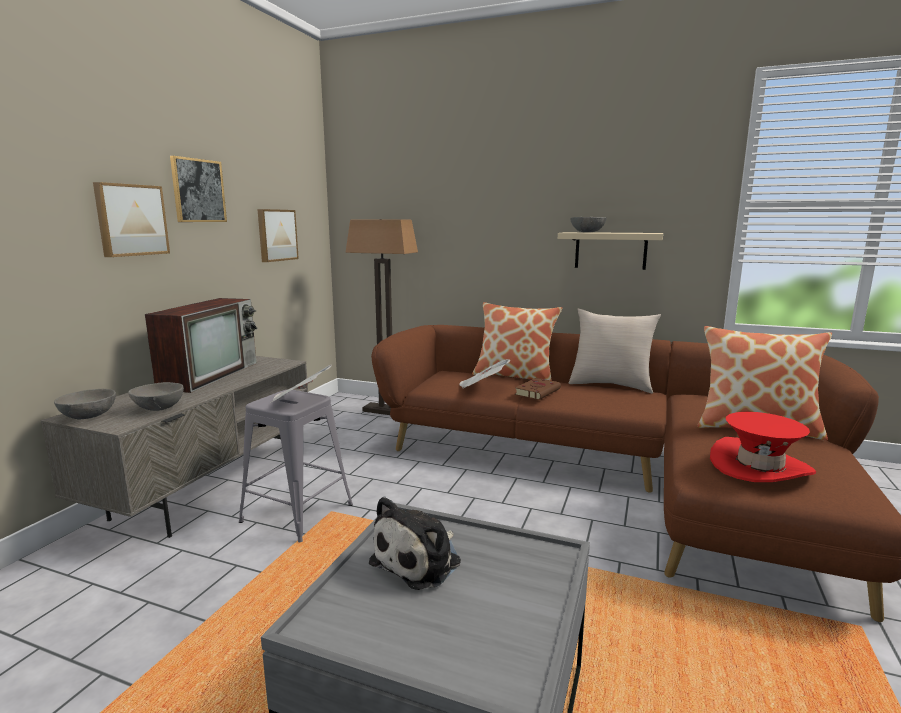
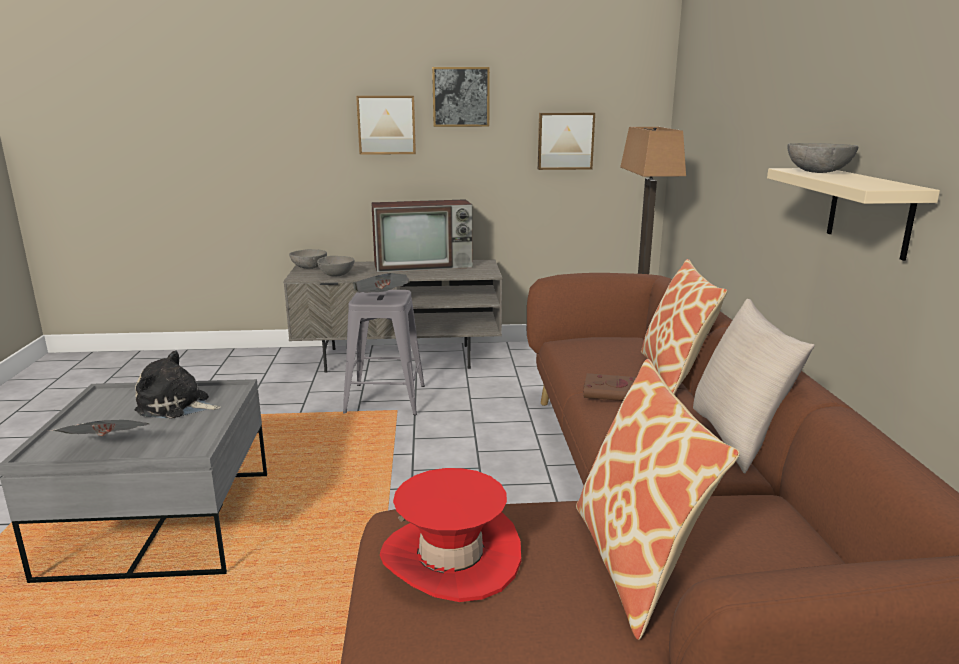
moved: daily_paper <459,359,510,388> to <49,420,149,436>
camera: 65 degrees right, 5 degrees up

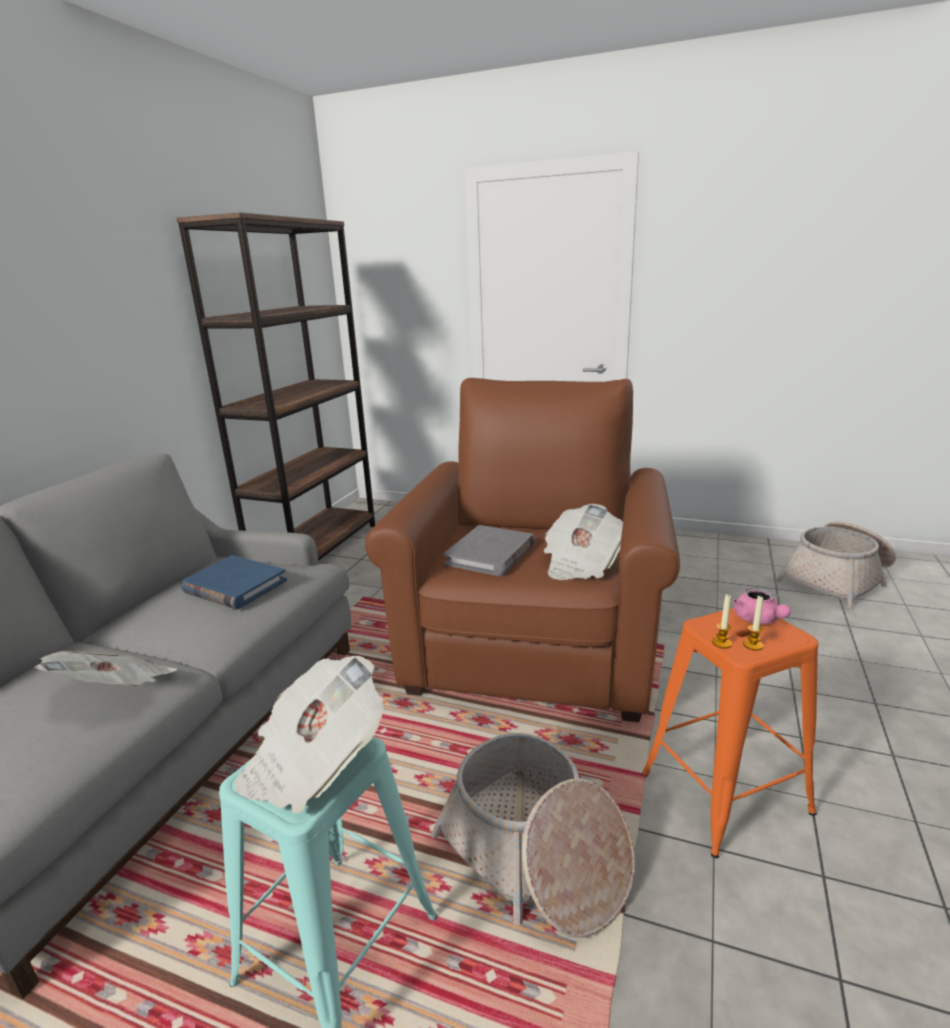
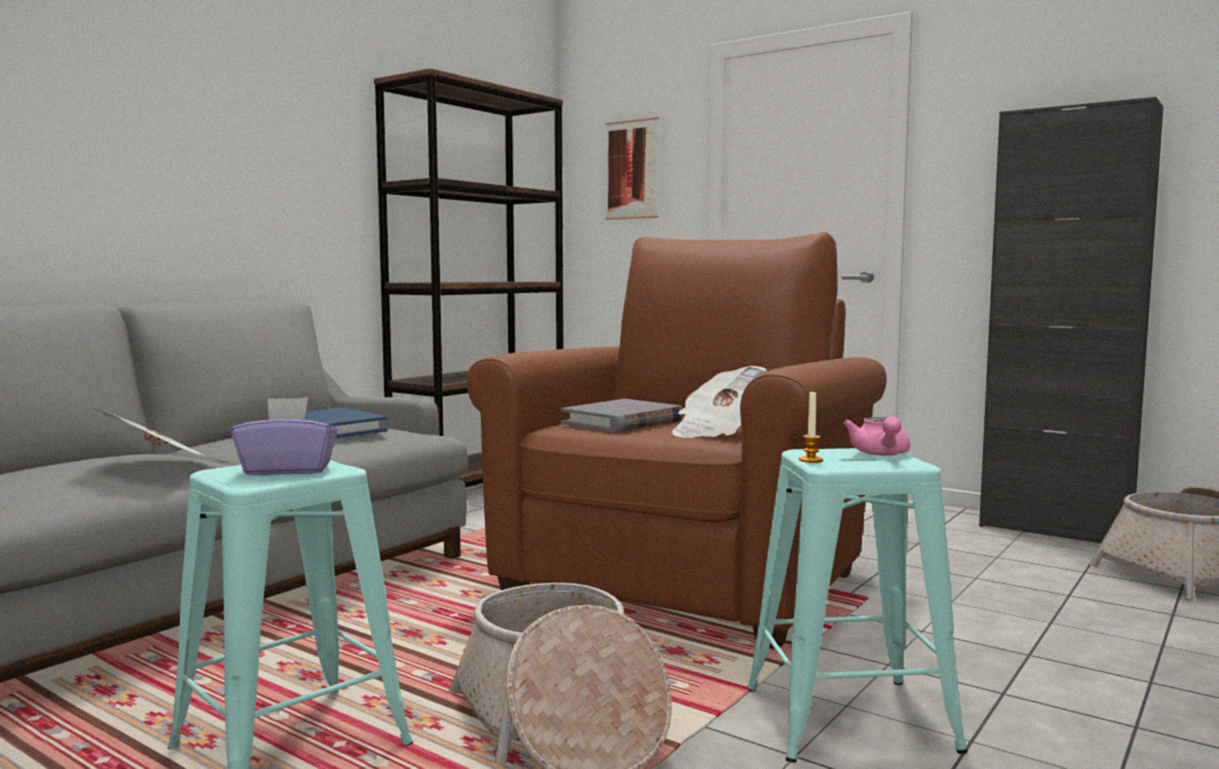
removed: wax_light <743,596,764,651>
added: wall_picture <606,117,659,220>; black-coloured_cupboard <979,97,1163,543>
replaced: daily_paper <235,656,384,814> to purple_tissue_box <231,397,338,475>
recoloured: orangey_stool_seat <642,608,818,858> to blue-green_stool_seat <747,448,968,763>
camera: 15 degrees right, 15 degrees down

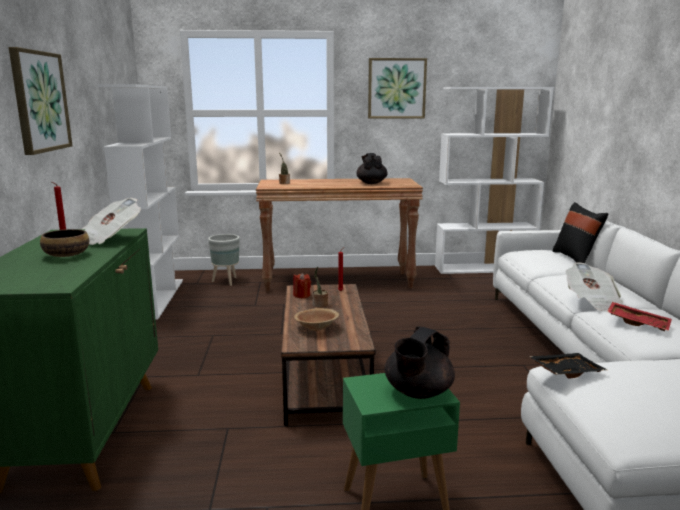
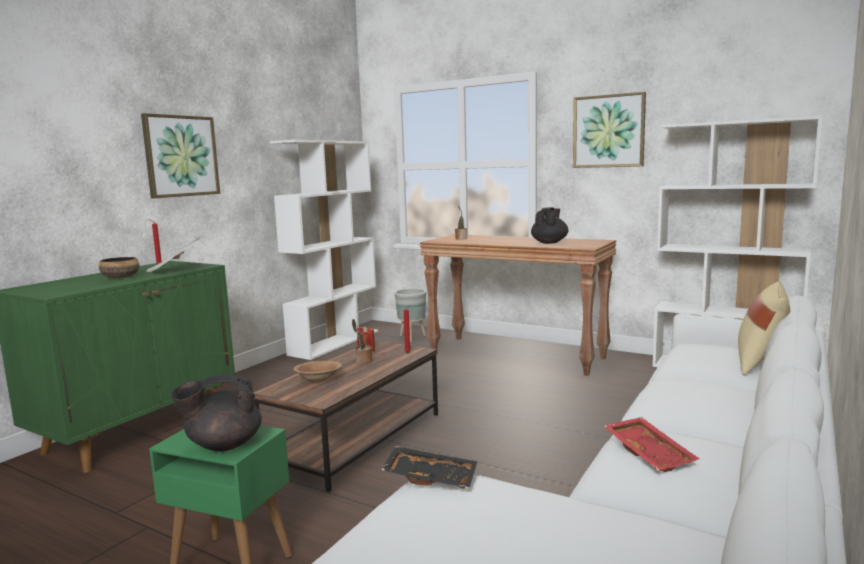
removed: daily_paper <565,262,623,311>
recoloured: black-coloured_pillow <553,202,608,263> to beige_pillow <738,282,790,375>
camera: 35 degrees right, 5 degrees down

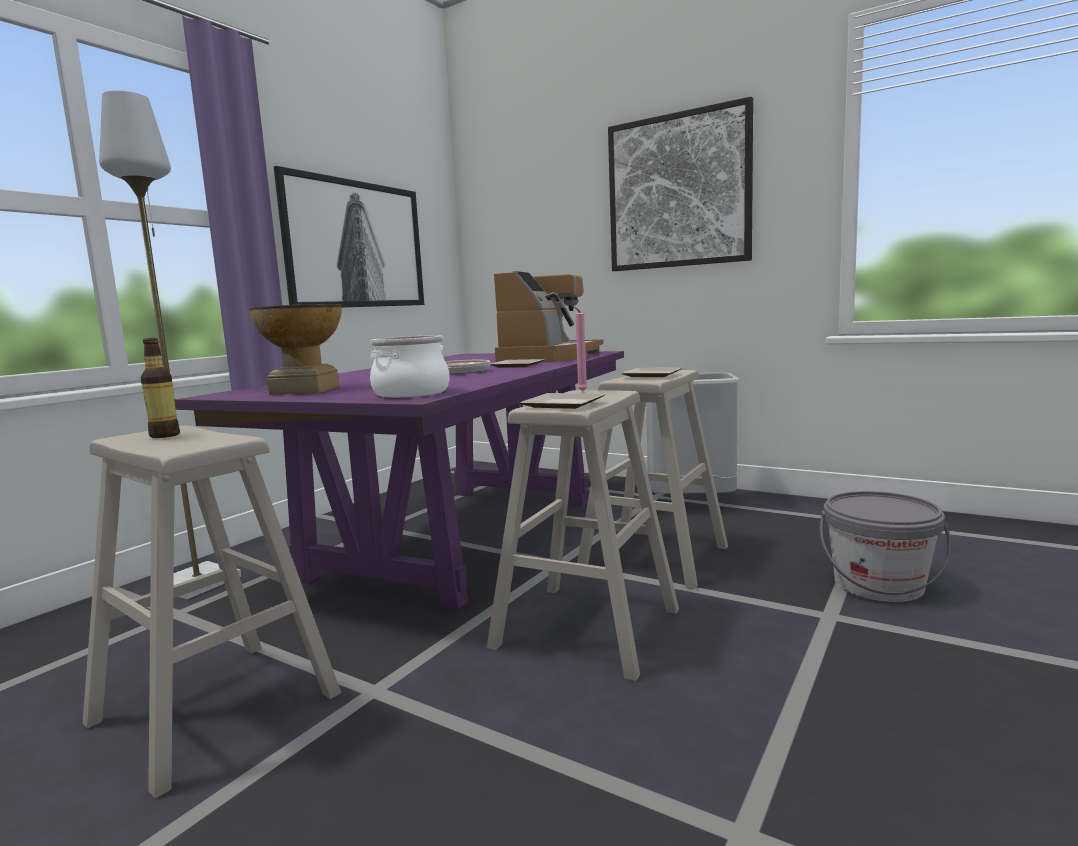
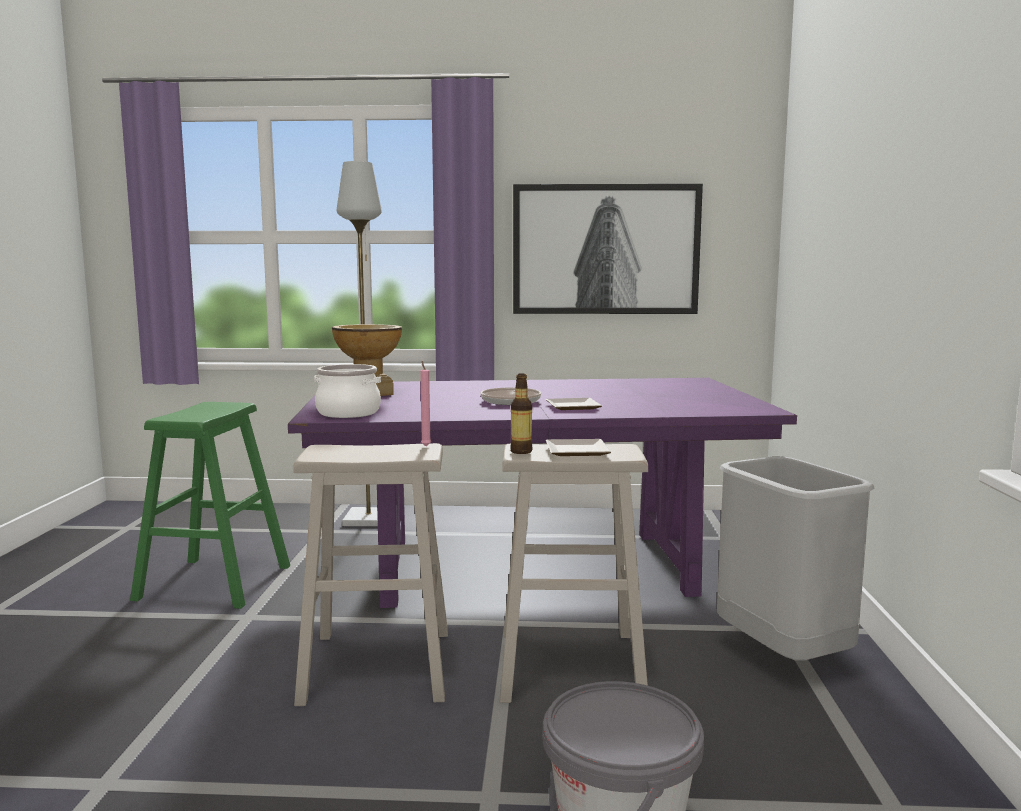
removed: coffee_brewer <494,271,604,362>; dinner_plate <520,393,605,409>; wall_picture <608,97,753,271>
moved: bottle <140,338,180,438> to <510,373,532,454>
recoloured: beige_stool_seat <83,426,341,799> to green-coloured_stool_seat <130,402,290,609>
camera: 60 degrees right, 0 degrees up

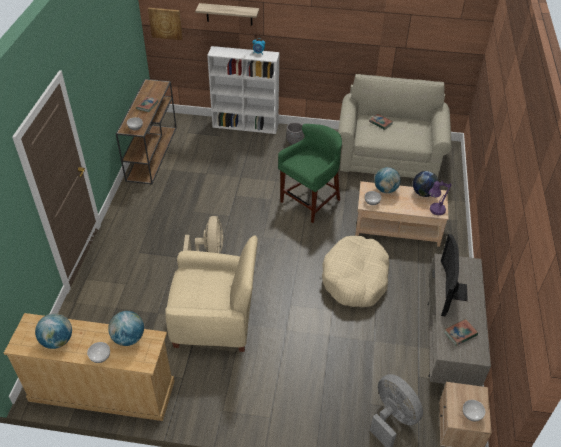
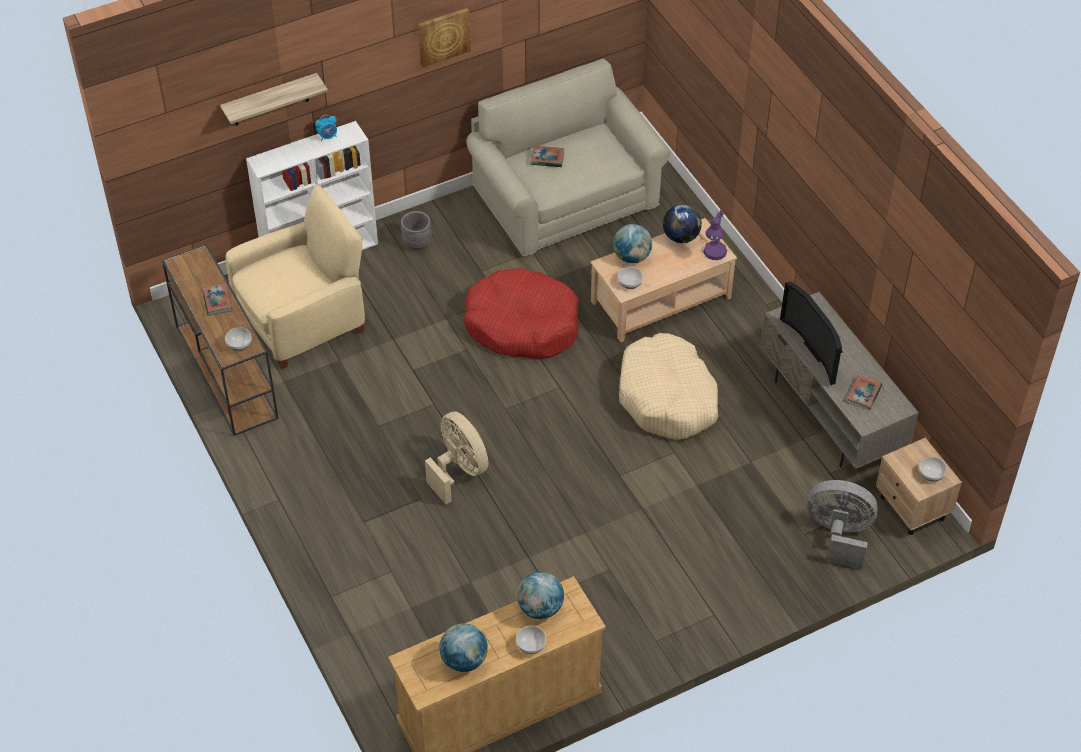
moved: beige_lounge_chair <165,236,258,352> to <226,185,365,369>; wall_picture <148,8,183,40> to <418,8,470,67>
replaced: green-coloured_stool_seat <278,124,342,223> to reddish_dog_bed <464,268,578,359>
camera: 35 degrees left, 5 degrees up

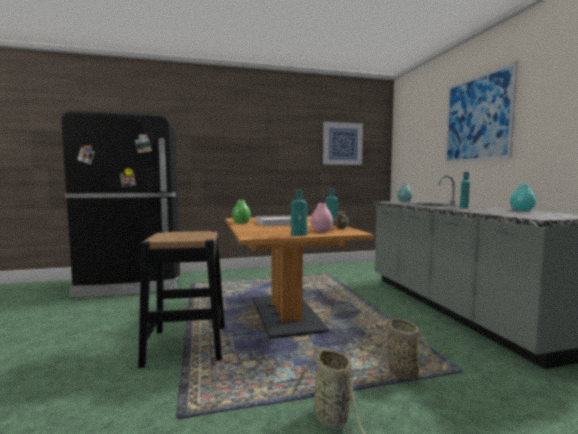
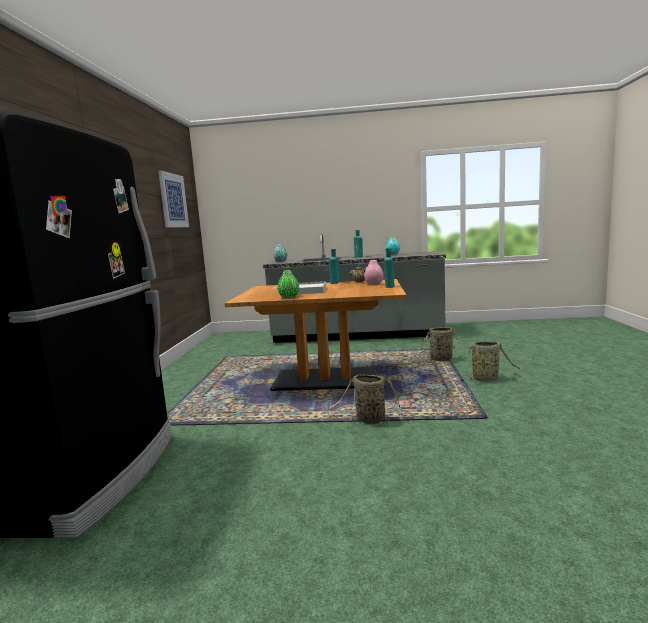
removed: wall_picture <445,61,518,163>
replaced: black-coloured_stool_seat <138,231,225,367> to basket <327,374,403,424>
camera: 70 degrees left, 5 degrees up

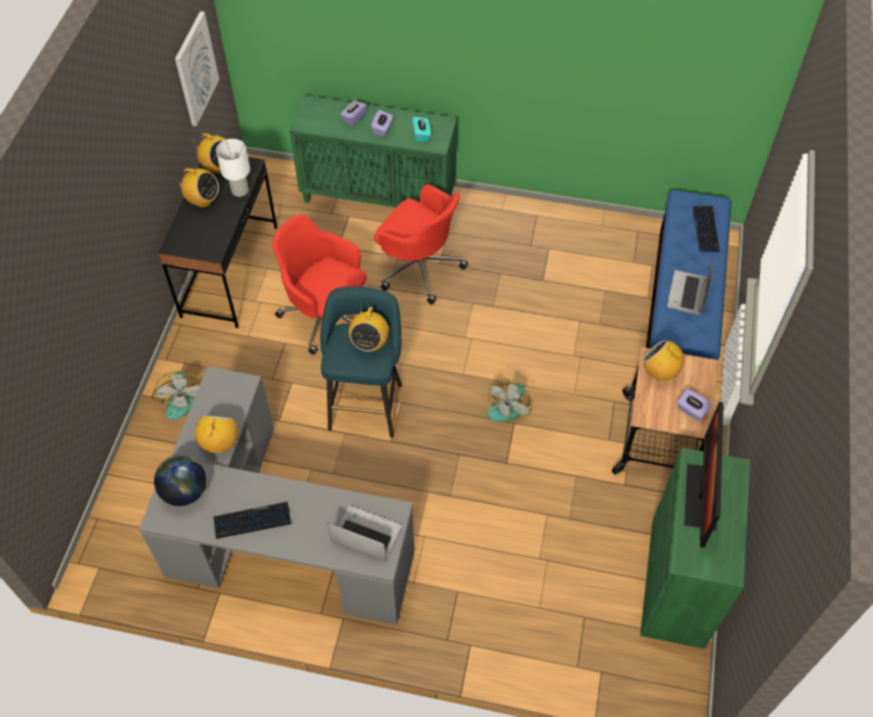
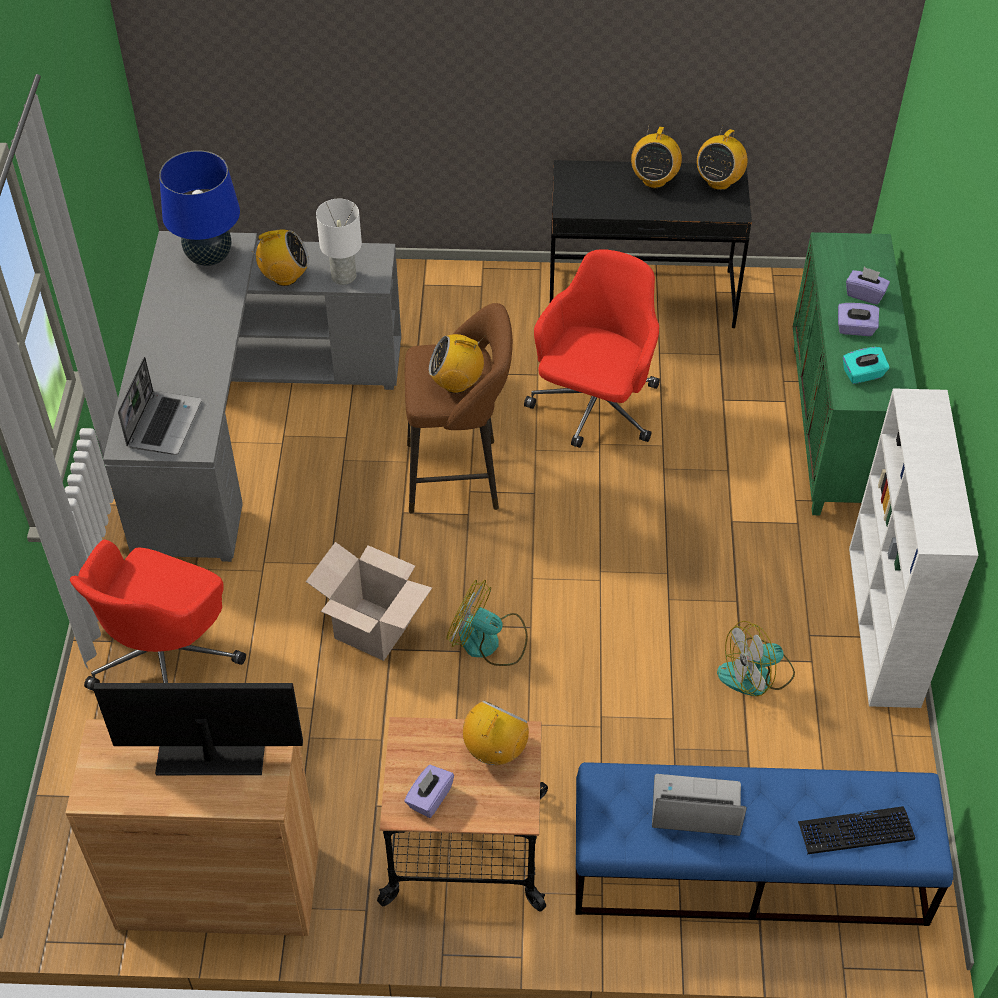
removed: wall_picture <175,11,219,126>; PC_keyboard <214,501,291,539>
added: cardboard_box <306,542,432,661>; whitish_bookshelf <849,388,978,708>
moved: reddish_office_chair <374,184,468,304> to <70,540,246,691>; whitish_tabletop_lamp <216,139,250,197> to <316,199,362,285>; fan <152,371,201,420> to <717,621,795,696>
replaced: globe <154,455,206,506> to blue-coloured_tabletop_lamp <159,150,240,266>
recoloured: green-coloured_cupboard <640,447,750,649> to brownish_cupboard <66,719,319,936>; blue-green_stool_seat <320,286,402,438> to brownish_stool_seat <405,303,513,514>
camera: 80 degrees right, 5 degrees down

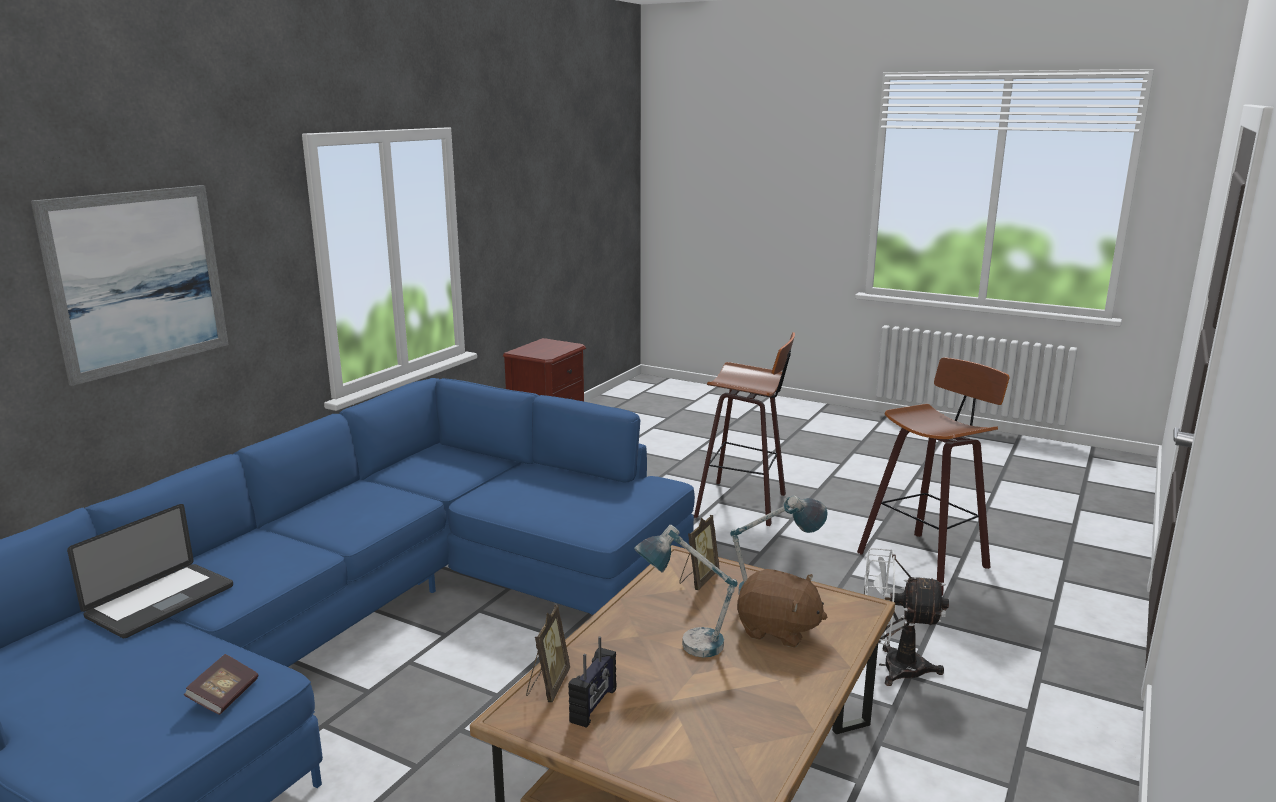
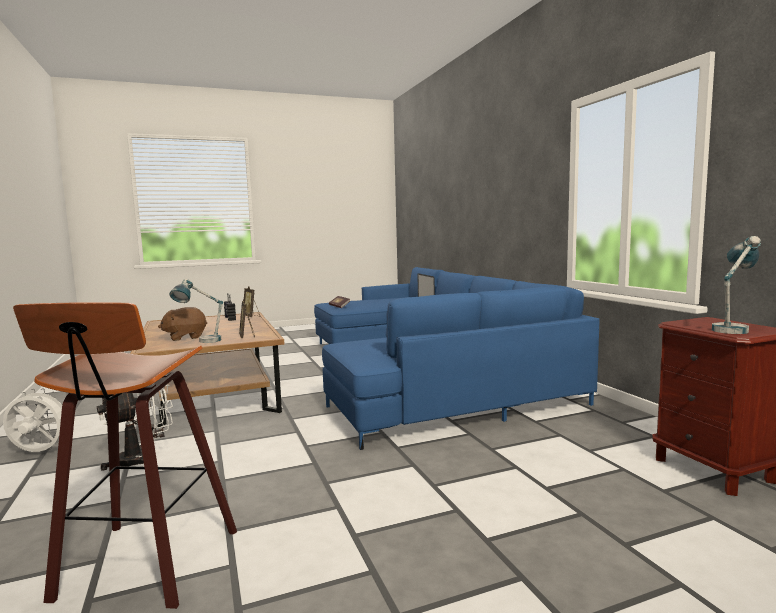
removed: wall_picture <31,185,228,386>; stool_seat <694,332,795,526>
added: whitish_fan <3,388,62,452>
moved: tabletop_lamp <634,525,738,657> to <712,236,761,334>
camera: 130 degrees right, 10 degrees down

